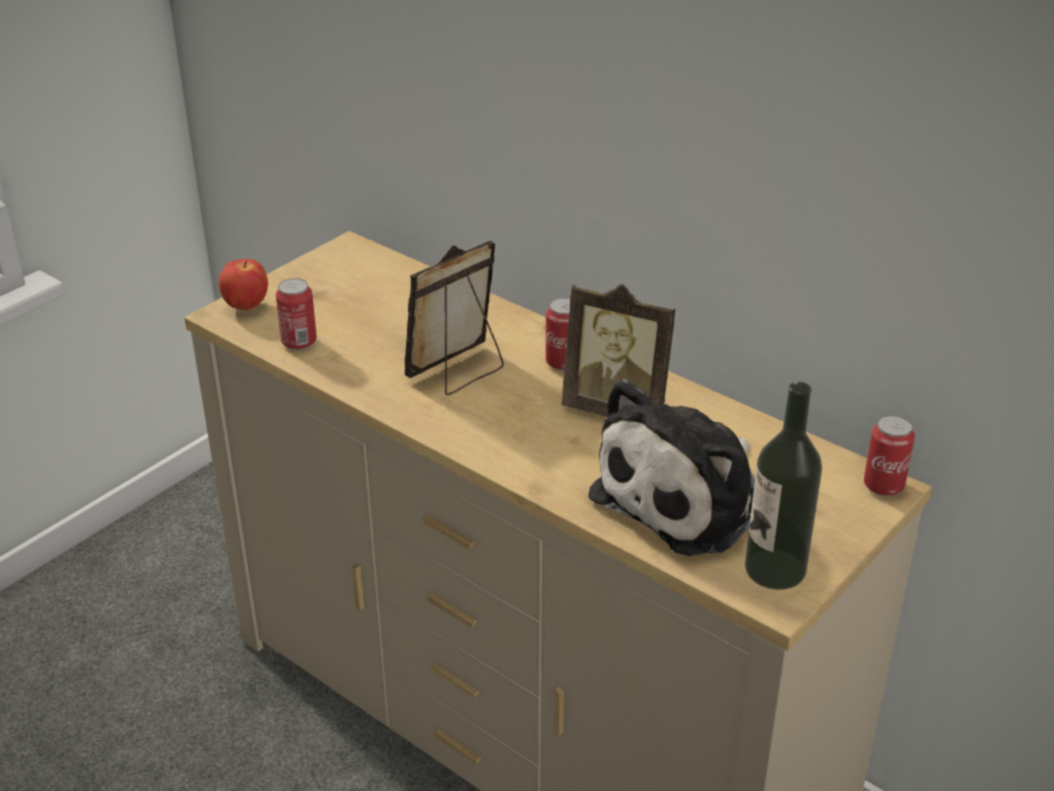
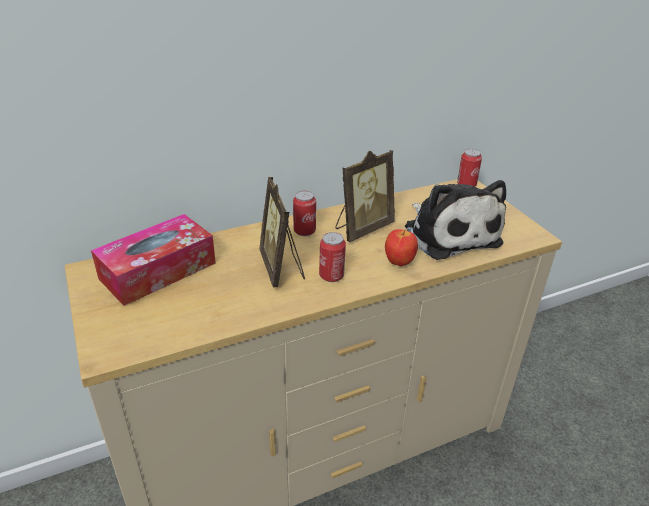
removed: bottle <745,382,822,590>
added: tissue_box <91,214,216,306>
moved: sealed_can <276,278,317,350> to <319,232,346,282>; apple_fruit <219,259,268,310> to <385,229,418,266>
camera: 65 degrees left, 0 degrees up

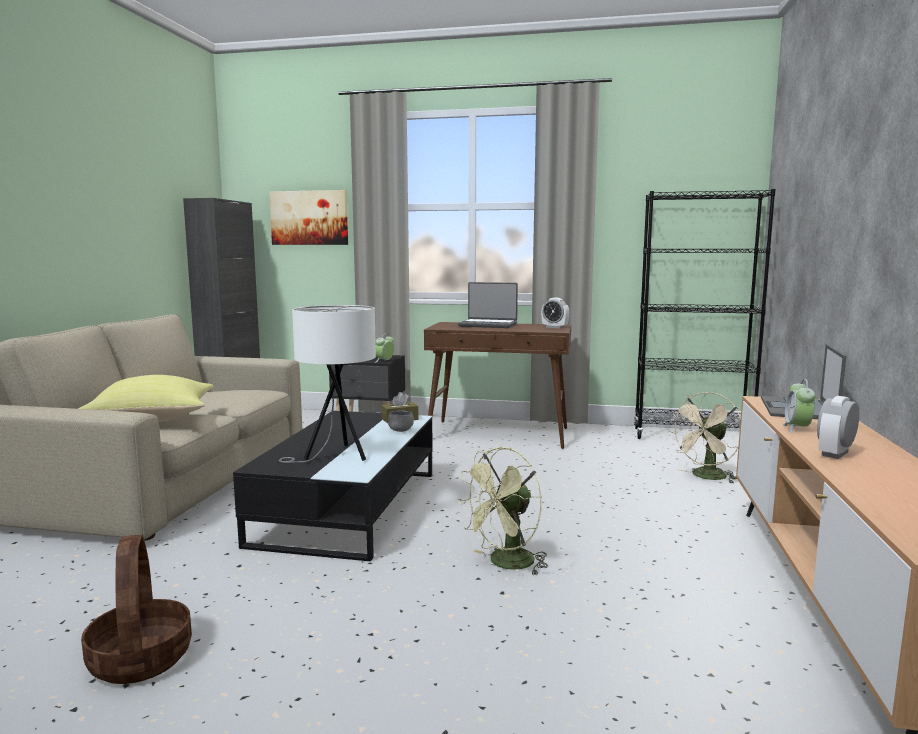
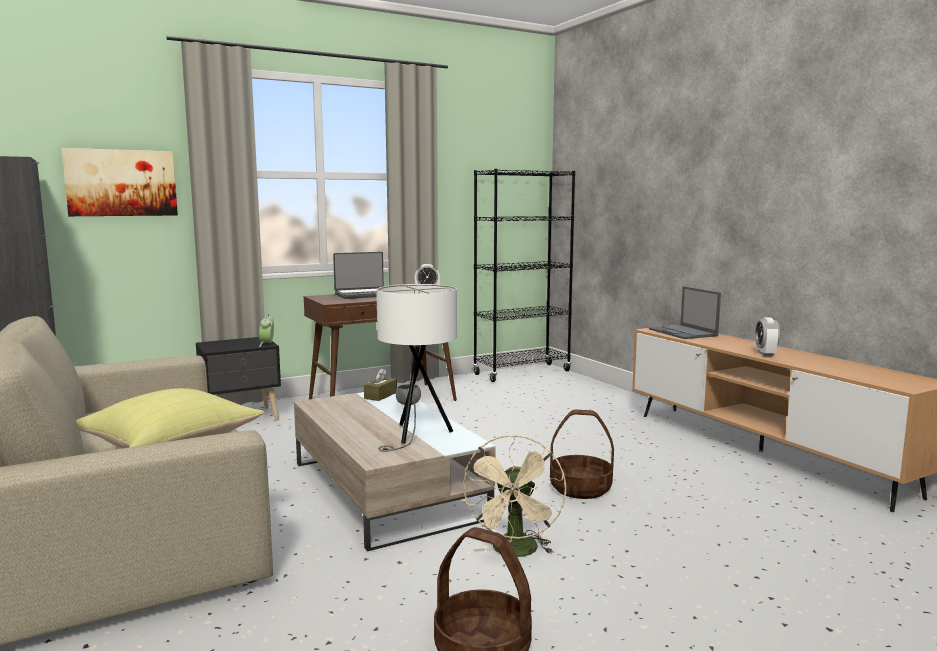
removed: table_clock <783,379,815,433>
moved: beige_fan <669,392,741,483> to <462,434,566,557>
replaced: green-coloured_fan <457,447,548,575> to basket <550,410,614,499>
recoloured: black-coloured_low_table <233,411,433,561> to beige_low_table <294,392,495,551>
camera: 40 degrees left, 0 degrees up

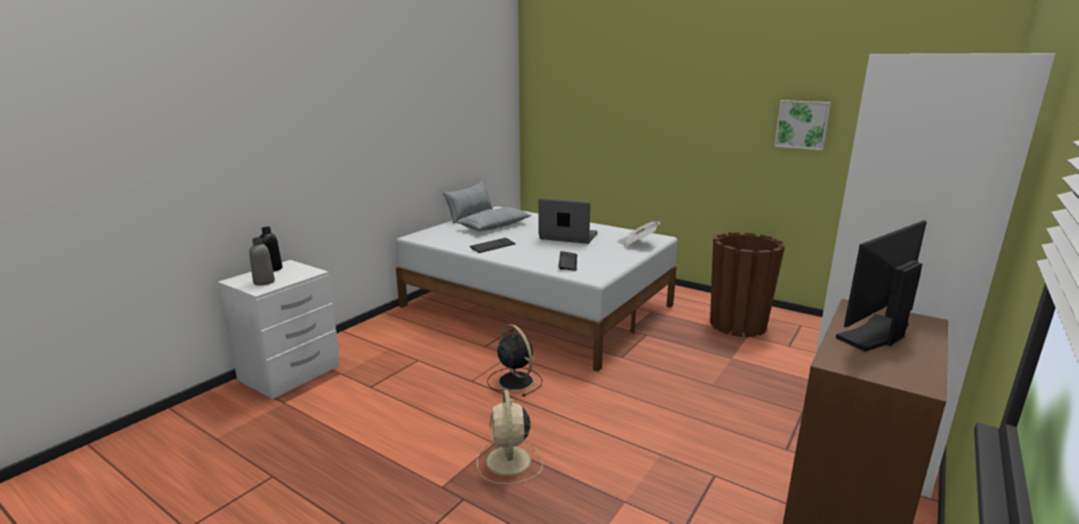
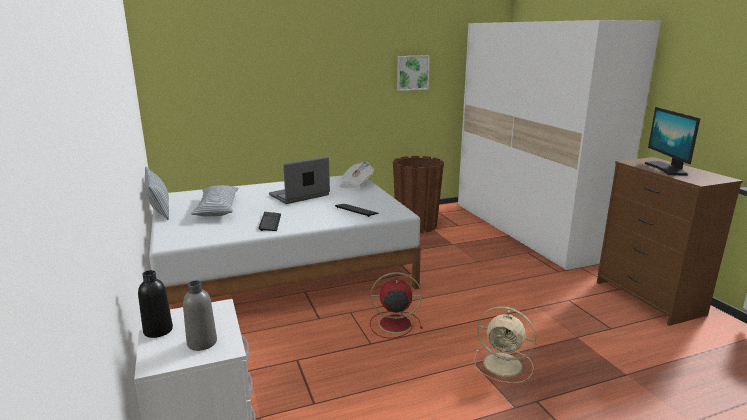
recoloured: black-coloured_fan <487,324,542,397> to reddish_fan <370,272,422,338>
camera: 55 degrees left, 0 degrees up

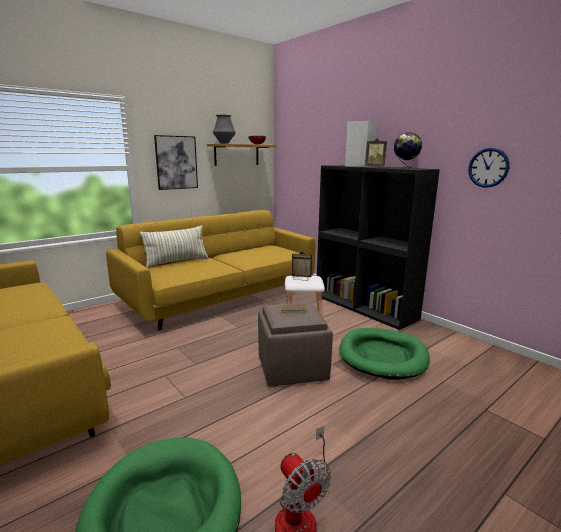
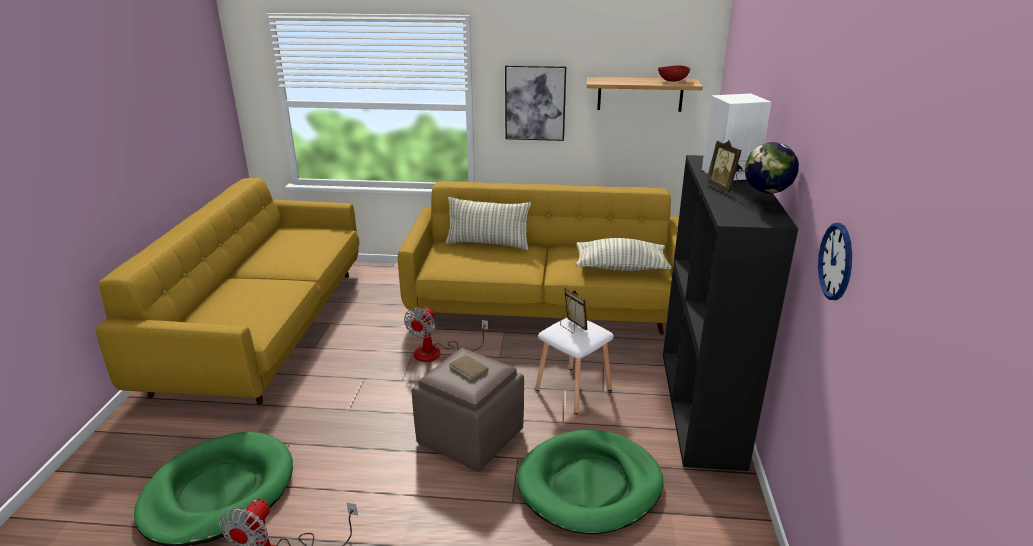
removed: decorative_vase <213,115,236,144>
added: fan <404,306,488,362>; pillow <576,238,672,271>
camera: 45 degrees right, 10 degrees up

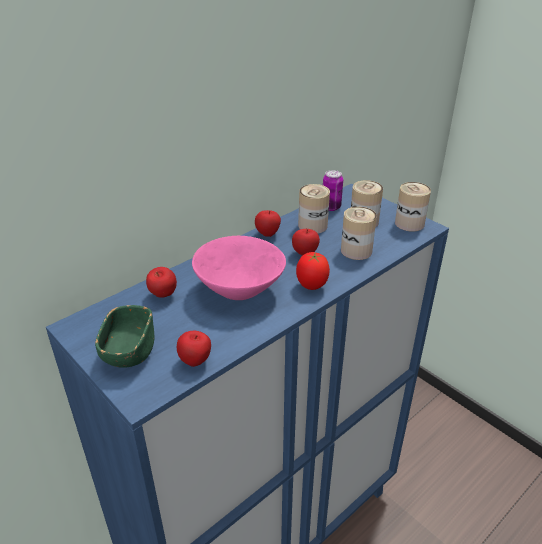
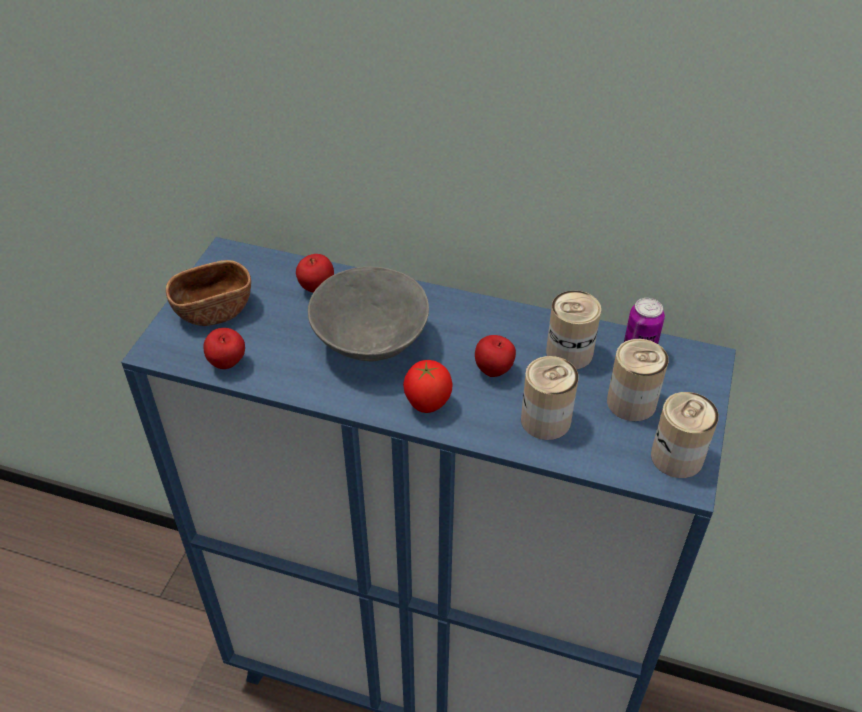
removed: apple_fruit <255,210,281,237>
recoloured: green-coloured_deep_dish <95,305,154,368> to brownish_deep_dish <166,260,251,326>; pink-coloured_deep_dish <192,236,286,300> to grey_deep_dish <308,267,429,362>
camera: 60 degrees right, 10 degrees up

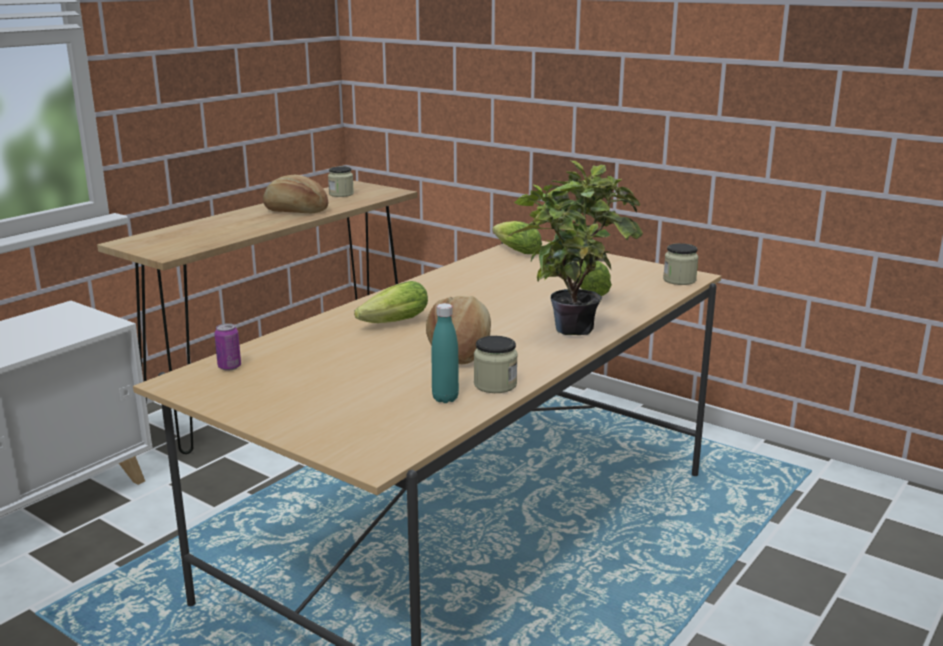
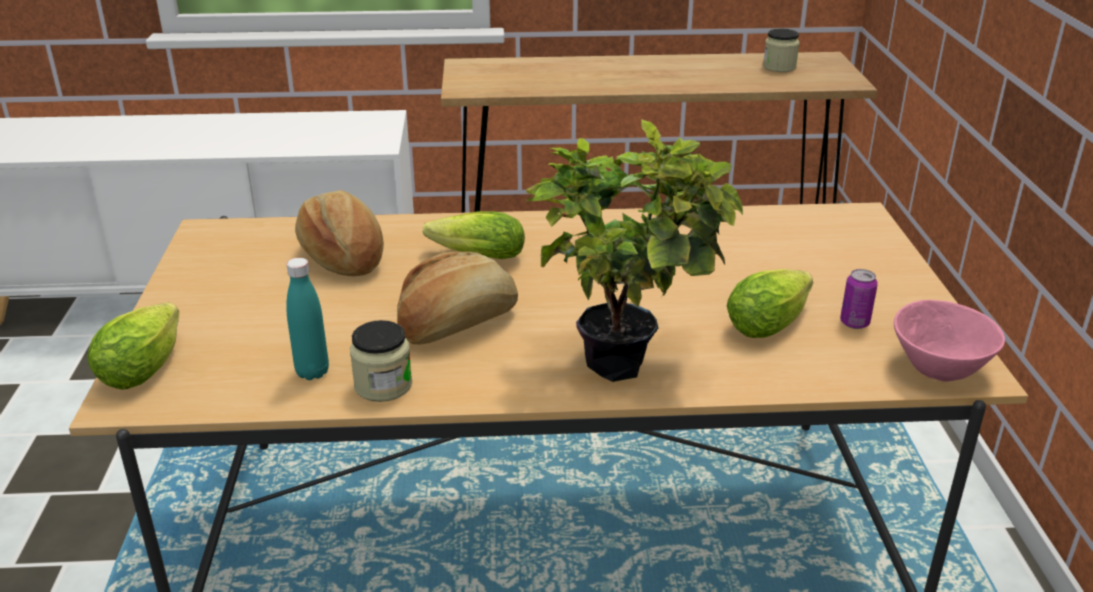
moved: lettuce_head <492,221,542,254> to <87,303,180,390>; baked_bread <263,175,328,213> to <295,190,384,276>; sealed_can <214,323,241,371> to <840,269,878,329>
replaced: jar <663,243,698,285> to pink-coloured_deep_dish <894,300,1005,382>
camera: 50 degrees right, 10 degrees up

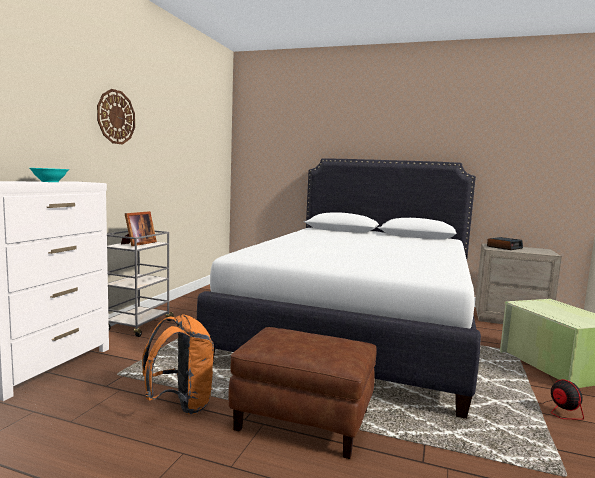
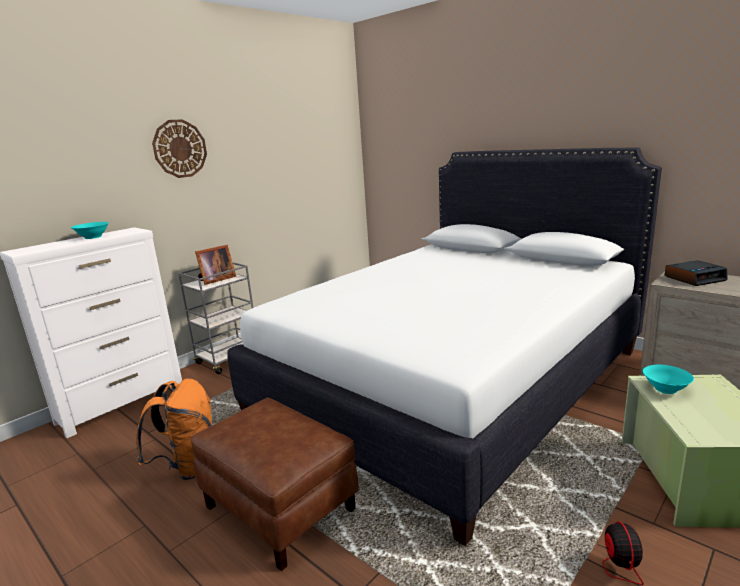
added: blue-green_deep_dish <643,365,694,394>
camera: 25 degrees right, 10 degrees up

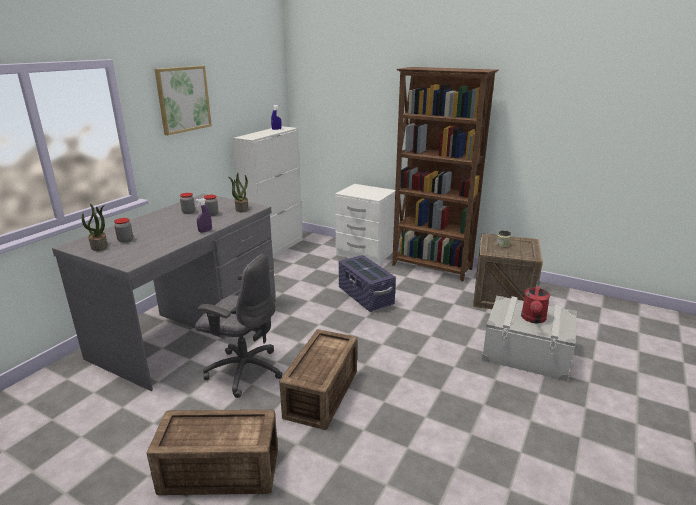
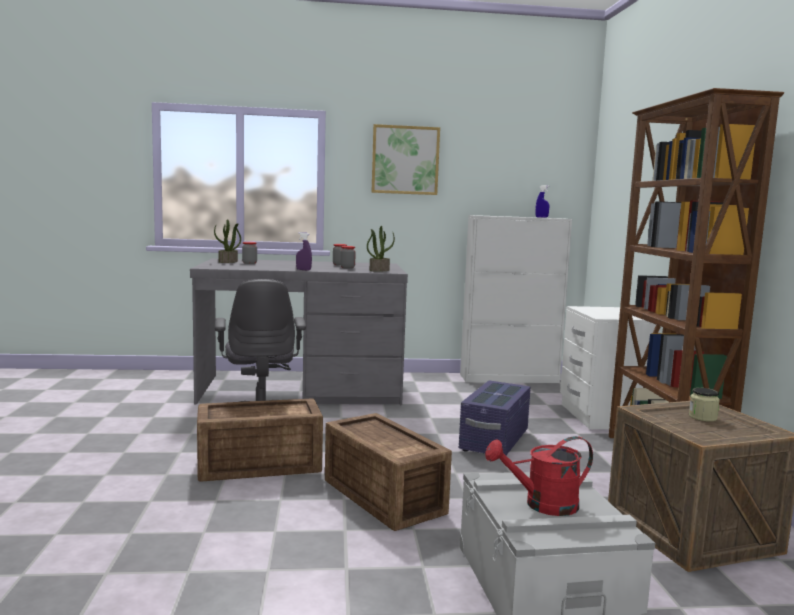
moved: crate <146,410,278,495> to <325,413,452,531>
camera: 55 degrees right, 15 degrees down

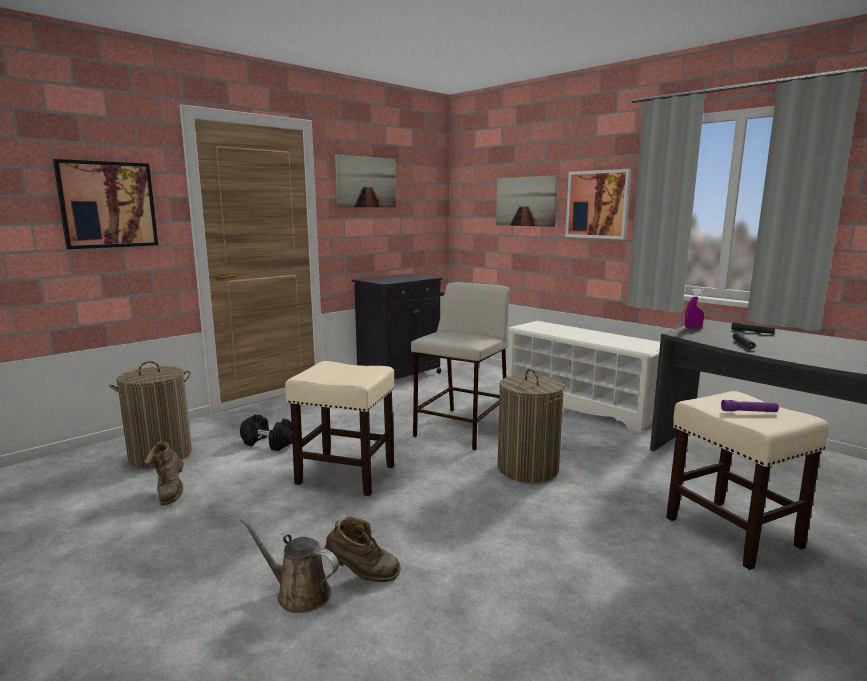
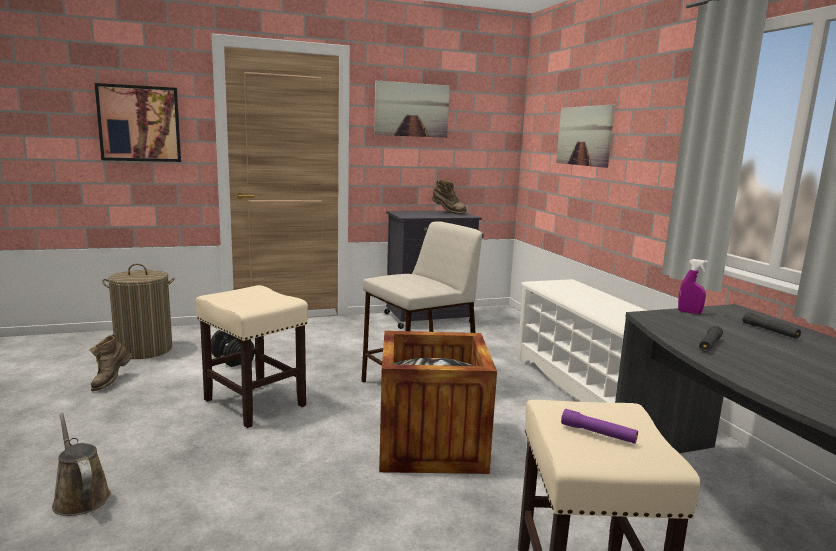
removed: wall_picture <565,169,631,239>
moved: brownish_high-top_boot <324,516,401,582> to <432,180,467,214>
replaced: hamper <497,369,564,483> to crate <379,331,497,474>
camera: 25 degrees right, 0 degrees up

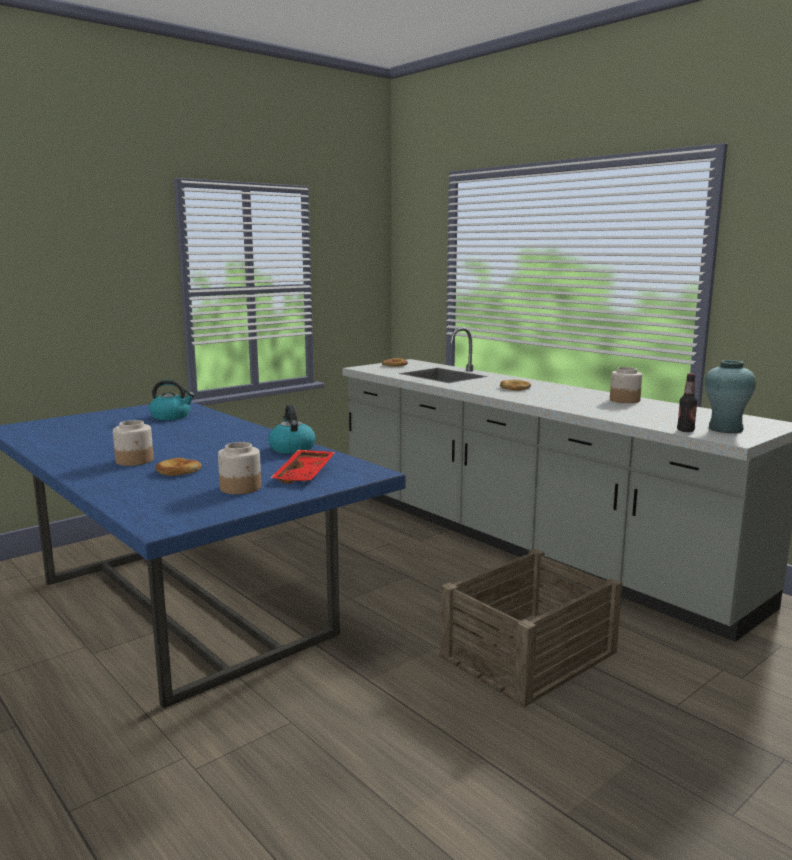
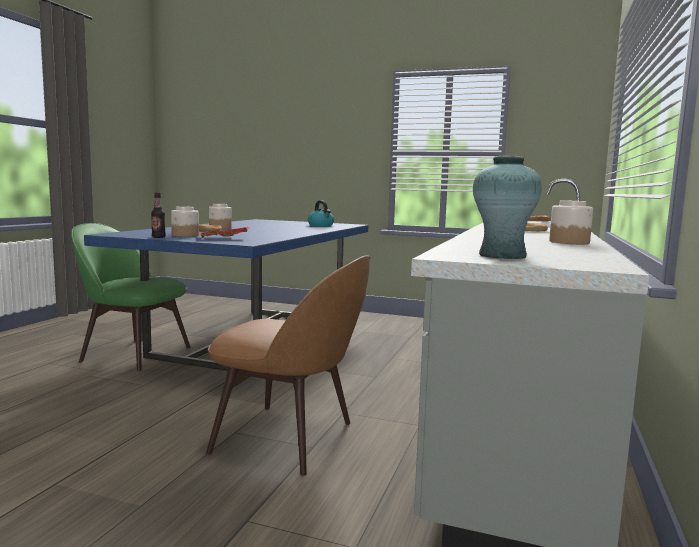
removed: water_kettle <268,405,315,454>
added: green-coloured_chair <71,223,190,371>
moved: bottle <677,373,698,432> to <151,192,166,238>
replaced: crate <439,549,622,707> to brownish_chair <206,256,371,476>
camera: 60 degrees right, 5 degrees down

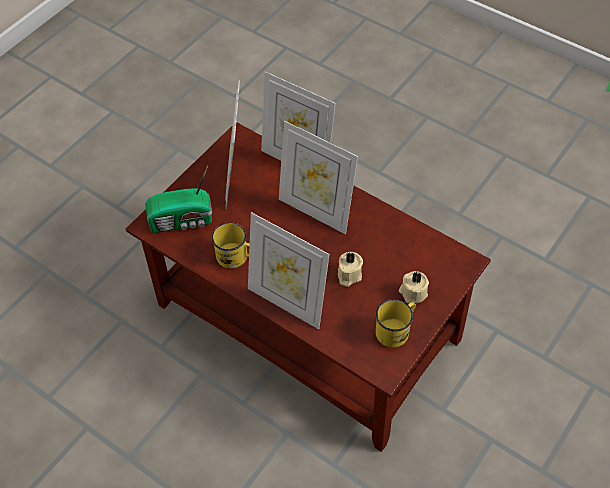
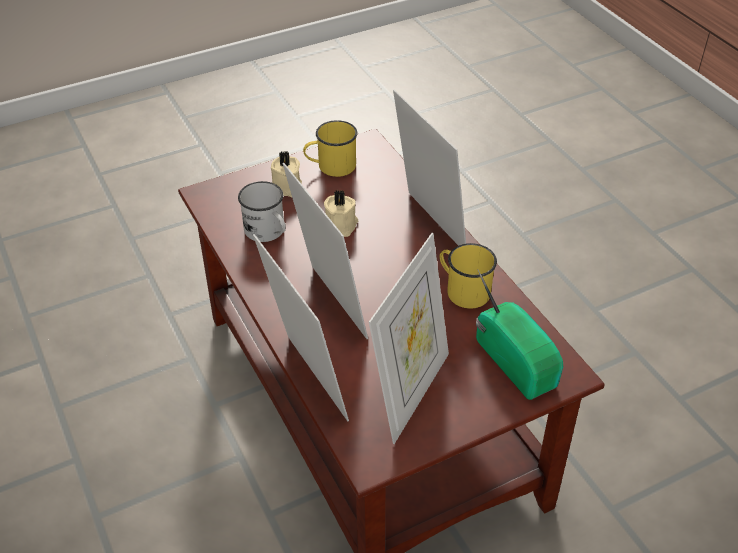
added: whitish_coffee_mug <238,181,286,242>
turned: radio <145,166,212,233> = <476,269,563,400> 45 degrees clockwise
camera: 155 degrees left, 10 degrees down

